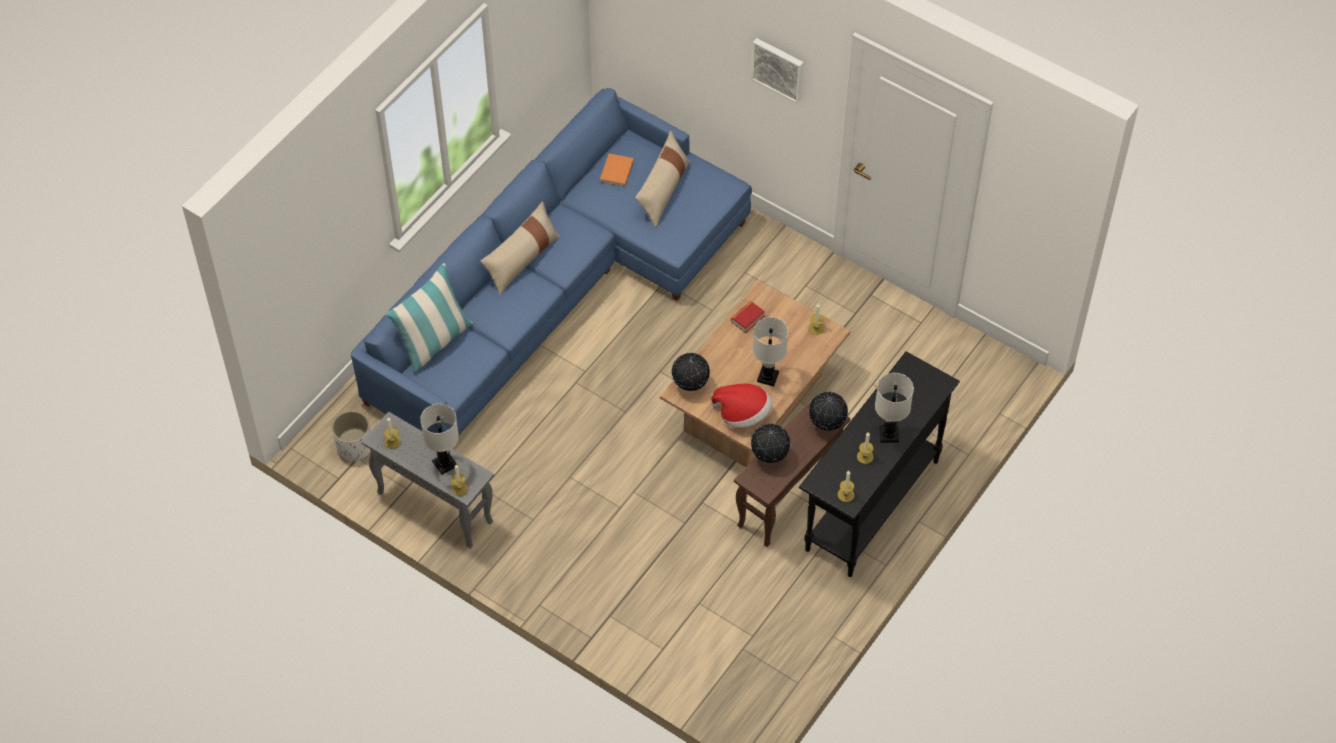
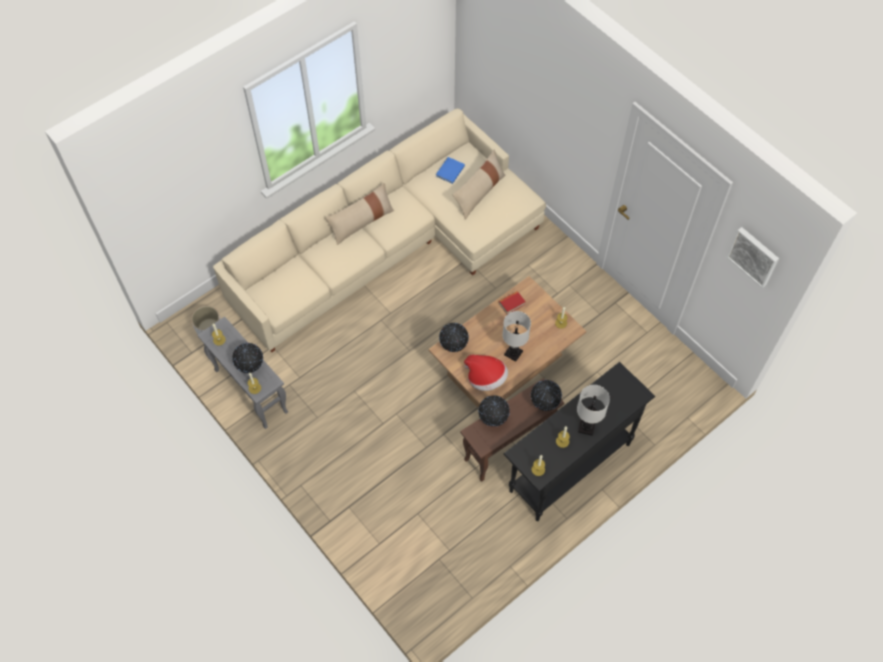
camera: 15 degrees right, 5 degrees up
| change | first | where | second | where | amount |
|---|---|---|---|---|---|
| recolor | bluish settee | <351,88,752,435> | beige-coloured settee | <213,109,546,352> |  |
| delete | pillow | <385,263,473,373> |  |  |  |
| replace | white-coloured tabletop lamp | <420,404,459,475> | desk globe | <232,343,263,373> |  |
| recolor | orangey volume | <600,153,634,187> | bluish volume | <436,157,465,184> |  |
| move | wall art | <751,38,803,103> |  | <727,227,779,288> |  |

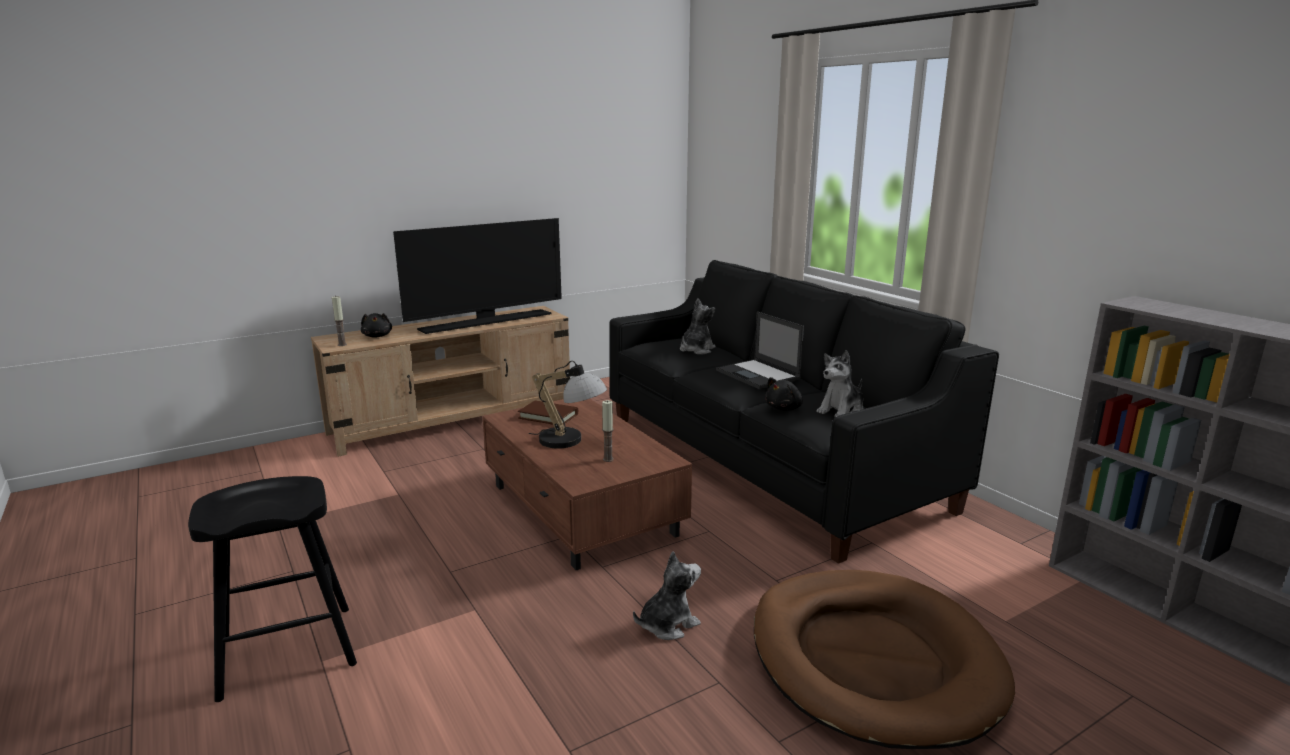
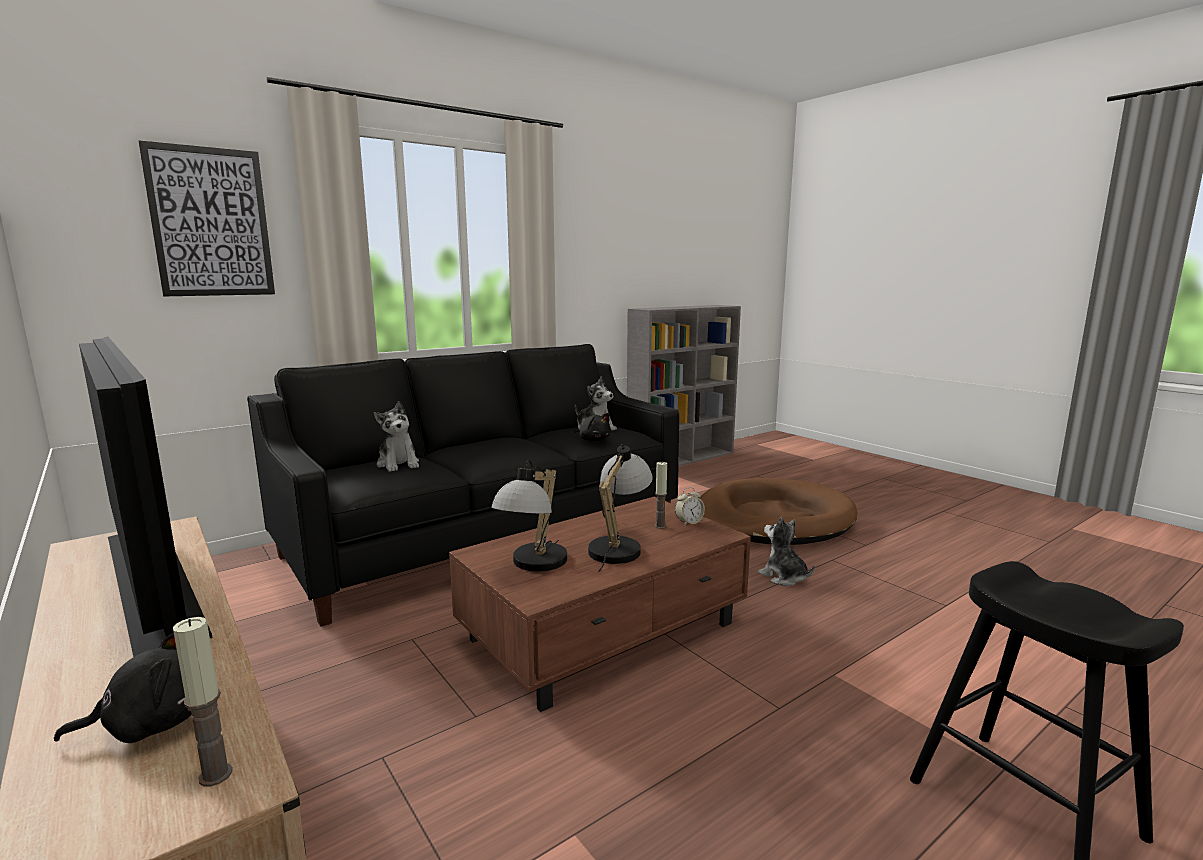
camera: 95 degrees left, 5 degrees down
| change | first | where | second | where | amount |
|---|---|---|---|---|---|
| replace | brown-coloured volume | <518,401,578,425> | tabletop lamp | <491,460,567,572> |  |
| rotate | plush toy | <680,298,715,355> |  | <374,401,419,472> | 150 degrees counterclockwise |
| delete | laptop | <716,311,804,389> |  |  |  |
| insert |  |  | wall art | <138,140,275,296> |  |
| insert |  |  | bedside clock | <675,487,705,526> |  |

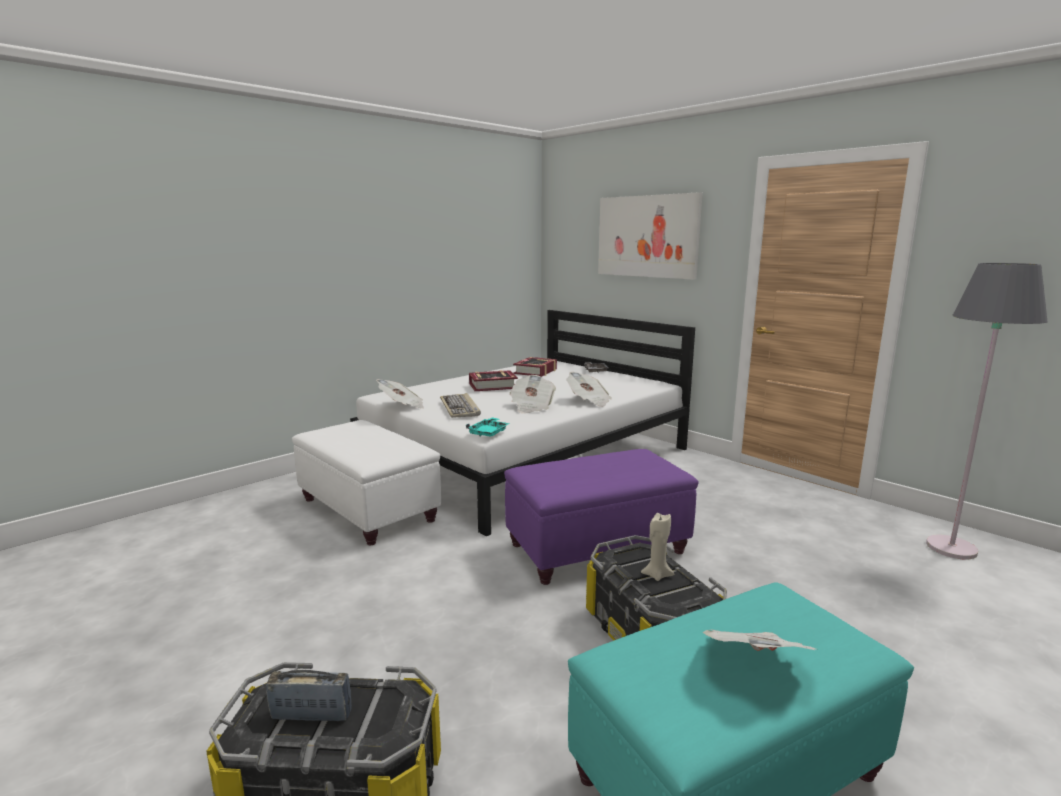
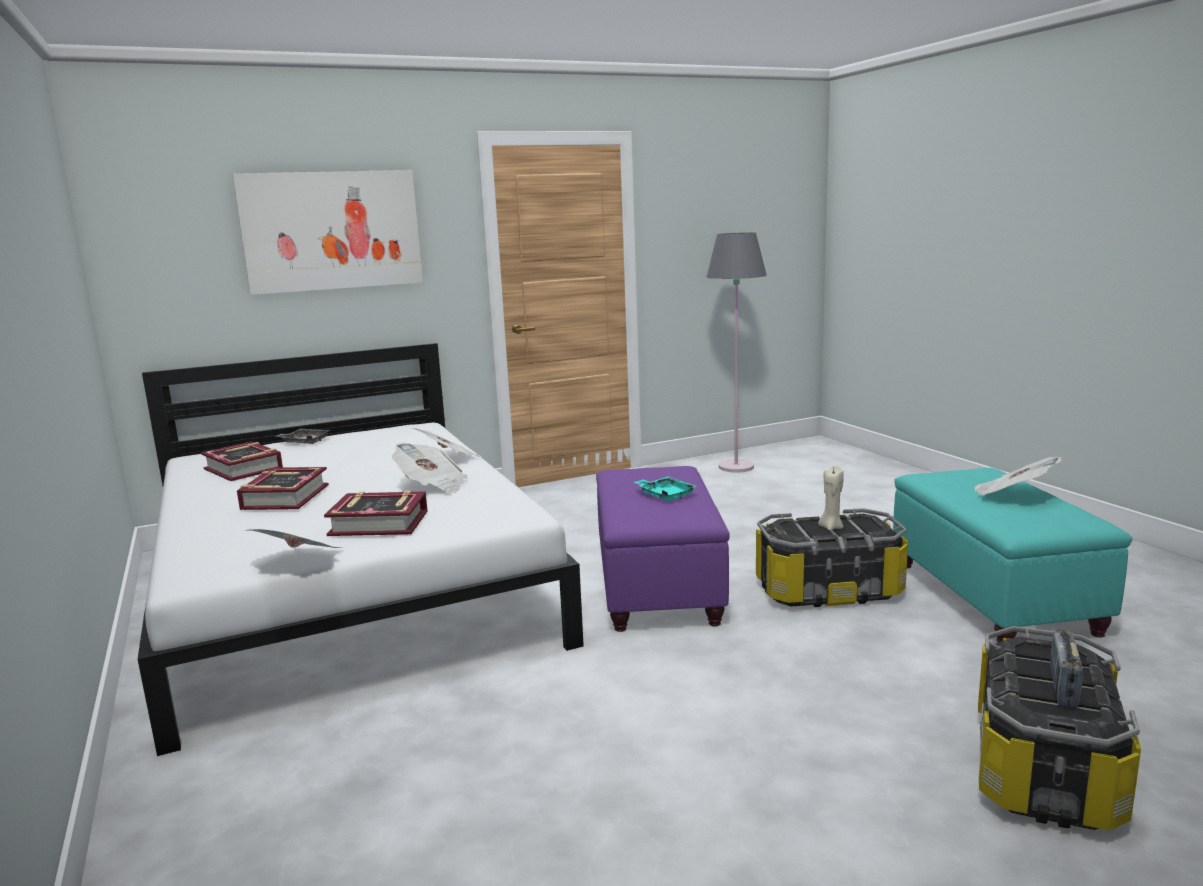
camera: 70 degrees left, 0 degrees up
| change | first | where | second | where | amount |
|---|---|---|---|---|---|
| delete | white-coloured ottoman | <292,420,441,545> |  |  |  |
| replace | computer keyboard | <440,393,481,418> | volume | <324,490,428,536> |  |
| move | turquoise-coloured carrying tray | <466,417,510,437> |  | <634,476,697,501> |  |

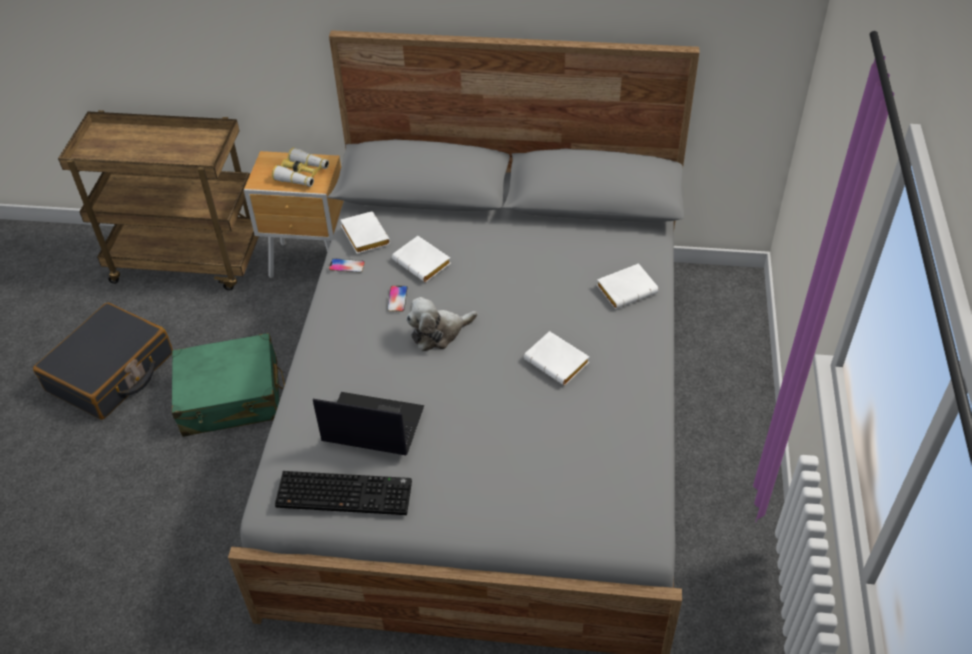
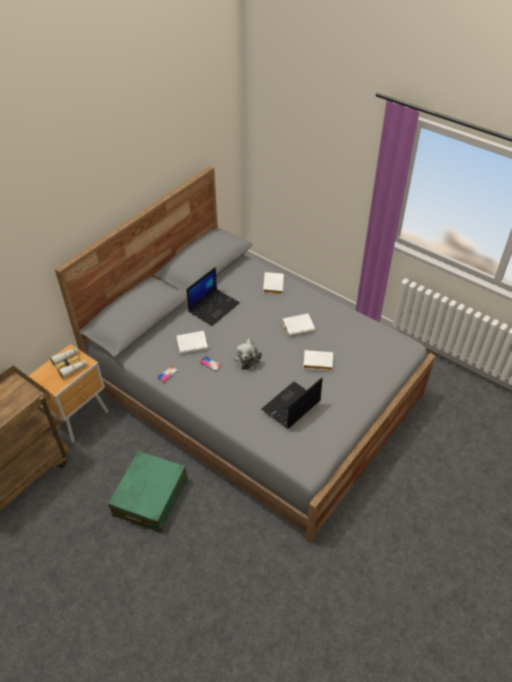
camera: 60 degrees left, 0 degrees up
| change | first | where | second | where | amount |
|---|---|---|---|---|---|
| delete | blackish travel case | <33,302,173,420> |  |  |  |
| delete | computer keyboard | <275,471,412,515> |  |  |  |
| move | white-coloured volume | <341,211,390,254> |  | <303,350,333,371> |  |
| insert |  |  | laptop | <186,267,240,326> |  |

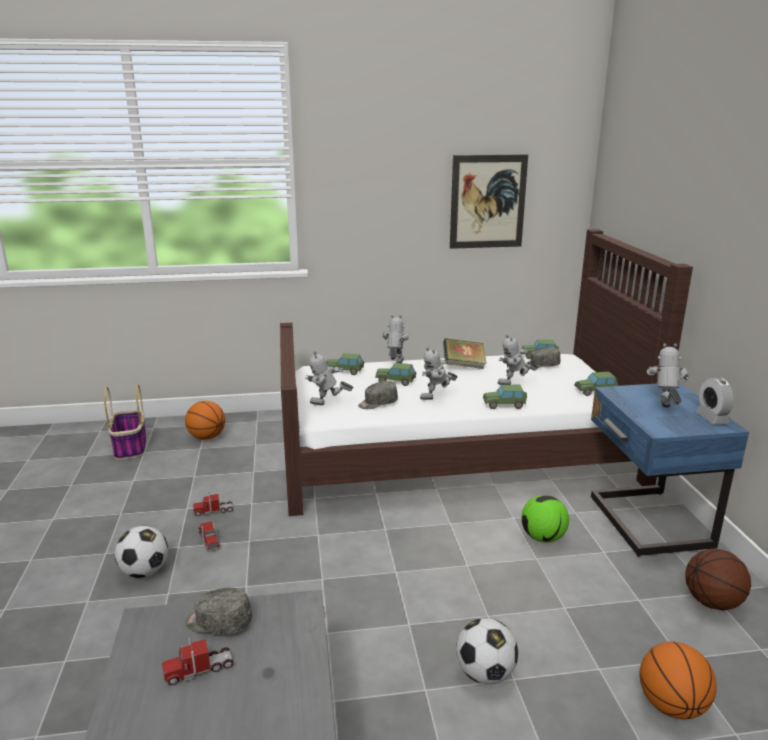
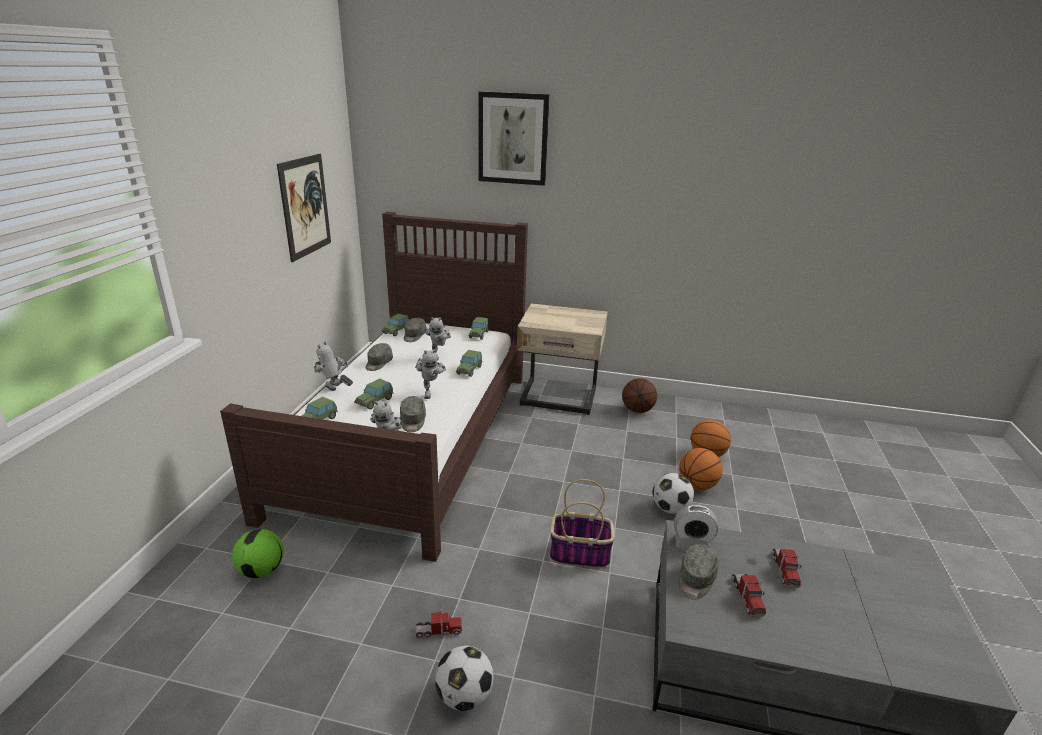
camera: 70 degrees left, 5 degrees up
| change | first | where | second | where | amount |
|---|---|---|---|---|---|
| move | storage basket | <104,384,146,460> |  | <550,479,615,568> |  |
| move | basketball | <185,401,225,440> |  | <679,448,723,490> |  |
| move | toy truck | <193,492,233,516> |  | <772,549,802,588> |  |
| replace | volume | <443,338,487,369> | greyish peaked cap | <366,343,393,371> |  |
| move | football ball | <521,495,569,543> |  | <232,529,284,578> |  |
| recolor | bluish bedside table | <591,384,749,557> | beige-coloured bedside table | <517,303,608,415> |  |
| delete | toy robot | <647,343,688,408> |  |  |  |
| move | bedside clock | <695,377,734,425> |  | <675,505,718,549> |  |
| insert |  |  | wall art | <478,92,550,186> |  |

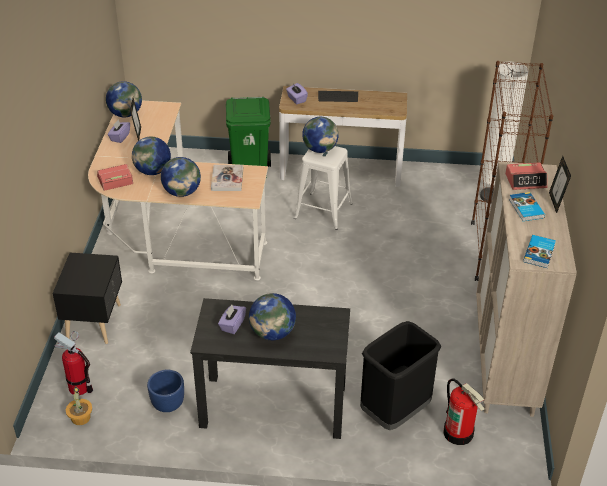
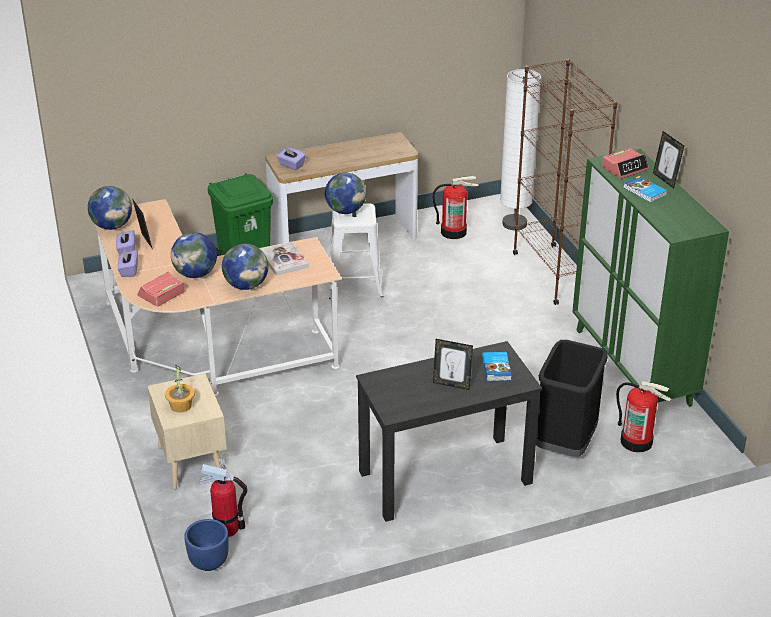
camera: 25 degrees left, 5 degrees down
| change | first | where | second | where | amount |
|---|---|---|---|---|---|
| recolor | blackish bedside table | <53,253,122,344> | beige-coloured bedside table | <147,373,227,490> |  |
| move | plant in a pot | <66,386,92,425> |  | <165,364,195,413> |  |
| move | bluish flower pot | <147,370,184,412> |  | <184,519,229,571> |  |
| move | purple-coloured tissue box | <218,305,246,334> |  | <118,250,138,277> |  |
| replace | desk globe | <249,293,296,340> | picture frame | <433,339,473,390> |  |
| delete | computer keyboard | <318,91,358,102> |  |  |  |
| recolor | beige-coloured storage cabinet | <476,162,577,417> | greenish storage cabinet | <572,149,729,407> |  |
| move | volume | <523,235,556,268> |  | <482,352,512,381> |  |
| insert |  |  | fire-fighting cylinder | <432,176,479,239> |  |

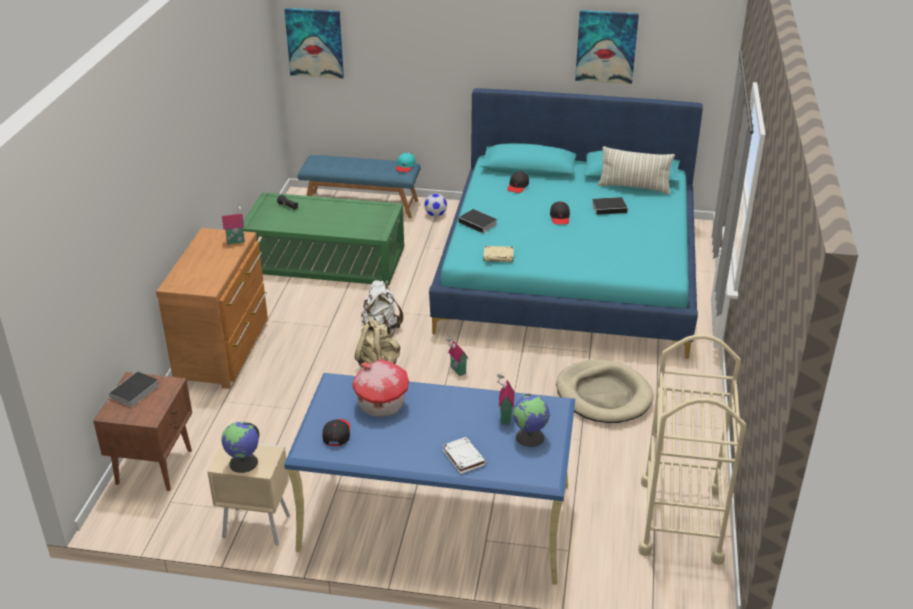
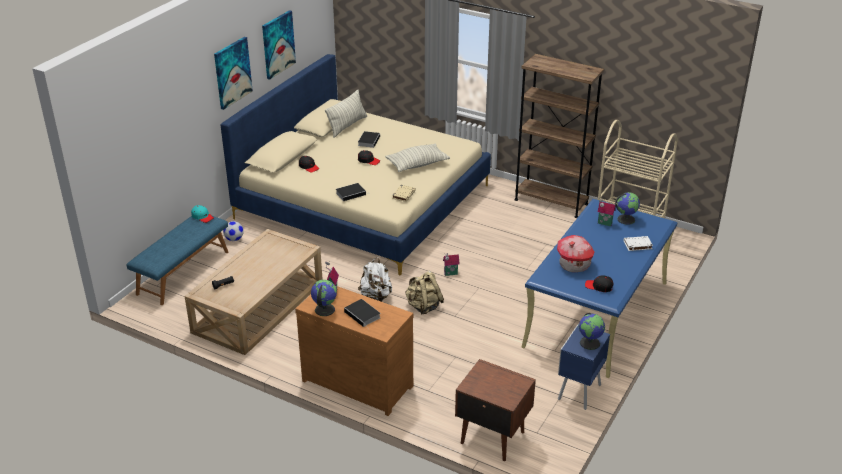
camera: 70 degrees left, 0 degrees up
| change | first | where | second | where | amount |
|---|---|---|---|---|---|
| move | volume | <106,371,159,407> |  | <344,299,381,329> |  |
| recolor | beige-coloured bedside table | <207,443,290,545> | bluish bedside table | <558,324,610,410> |  |
| recolor | greenish low table | <243,192,404,286> | beige-coloured low table | <184,229,323,355> |  |
| move | wall art | <284,8,344,79> |  | <214,37,253,110> |  |
| recolor | turquoise-coloured bed | <429,88,703,359> | beige-coloured bed | <221,54,491,275> |  |
| delete | beige-coloured pet bed | <556,359,654,423> |  |  |  |
| insert |  |  | desk globe | <311,280,337,316> |  |
| insert |  |  | pillow | <385,144,450,172> |  |
| insert |  |  | brown-coloured bookshelf | <514,54,604,218> |  |

